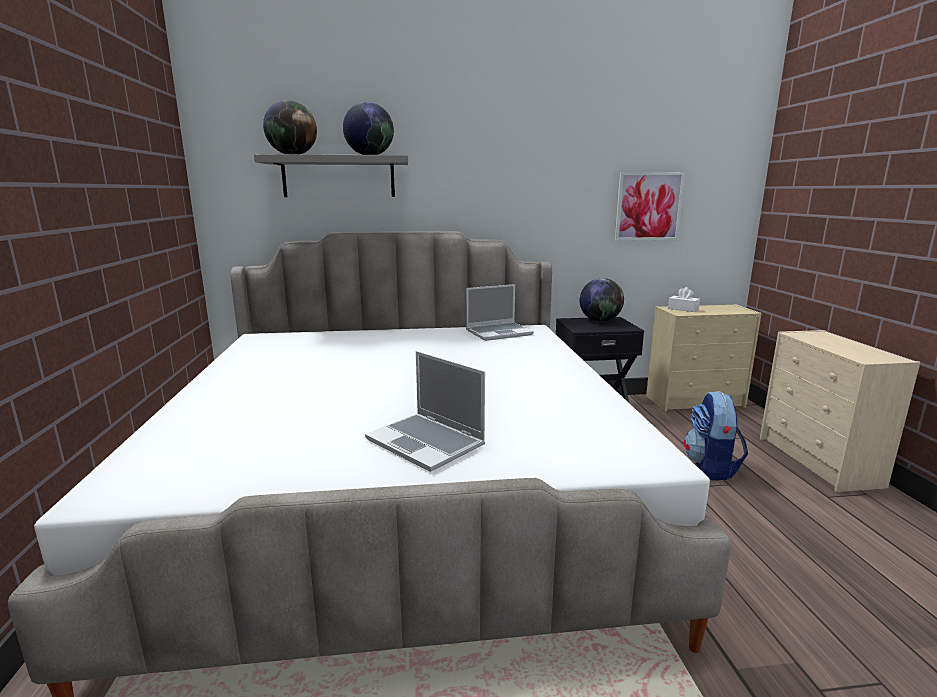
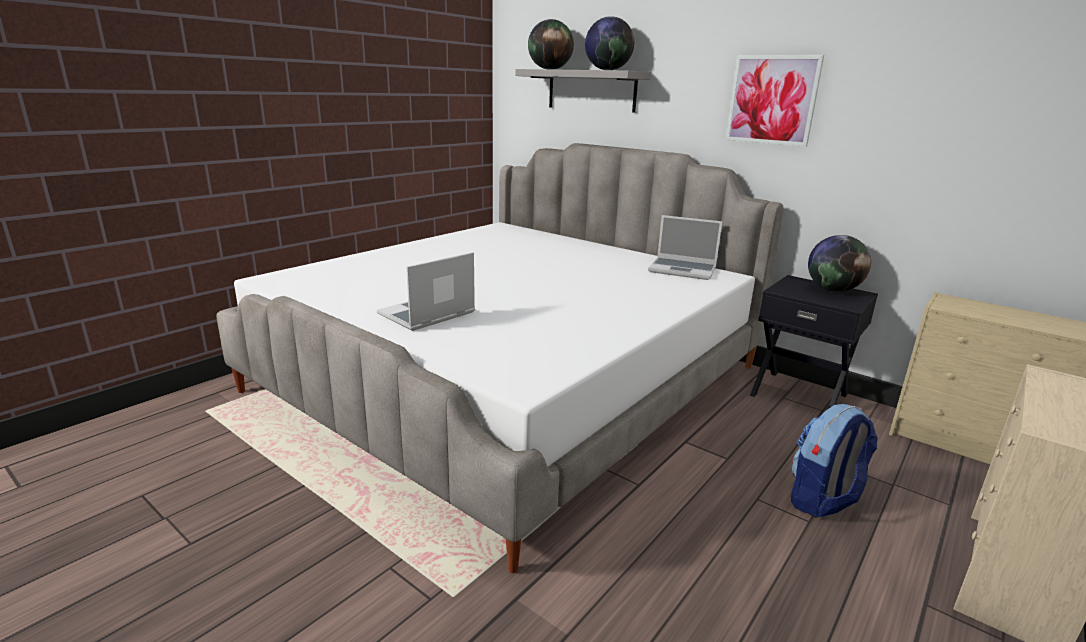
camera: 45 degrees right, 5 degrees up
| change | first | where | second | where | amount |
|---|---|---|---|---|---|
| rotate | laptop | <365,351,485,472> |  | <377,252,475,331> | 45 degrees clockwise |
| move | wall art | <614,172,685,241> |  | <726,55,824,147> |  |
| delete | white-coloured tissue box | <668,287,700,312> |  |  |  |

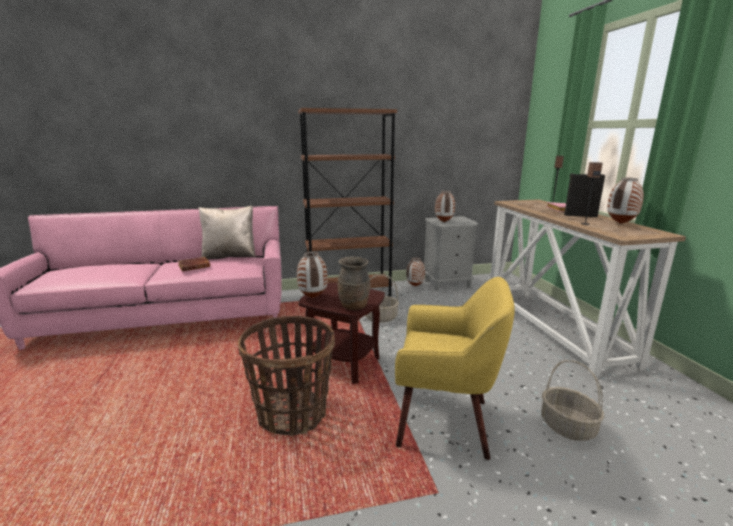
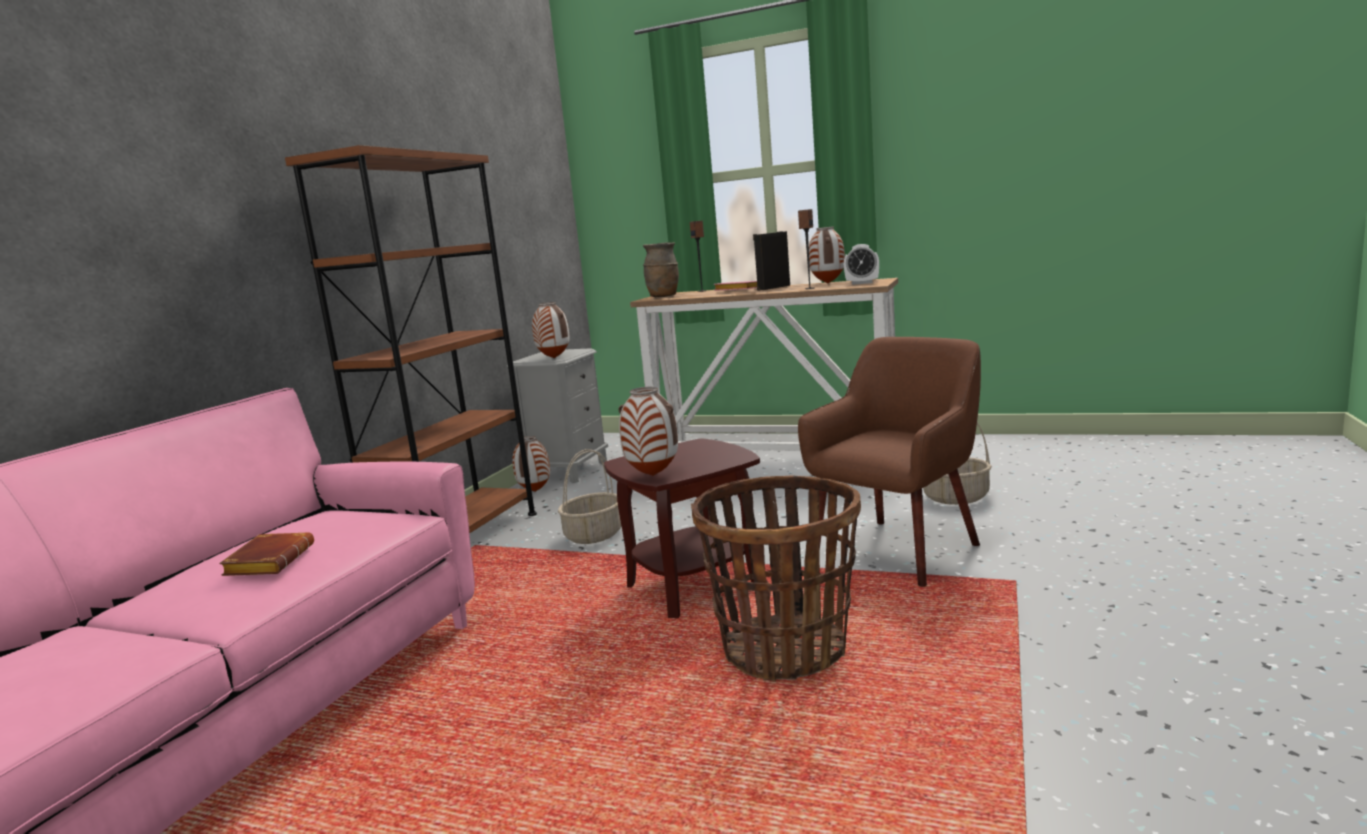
camera: 55 degrees left, 5 degrees down
| change | first | where | second | where | amount |
|---|---|---|---|---|---|
| delete | beige-coloured pillow | <198,206,256,259> |  |  |  |
| move | brown-coloured vase | <338,257,370,310> |  | <643,242,679,297> |  |
| recolor | yellowish easy chair | <395,277,515,460> | brown-coloured easy chair | <798,337,981,587> |  |
| insert |  |  | bedside clock | <844,244,879,285> |  |

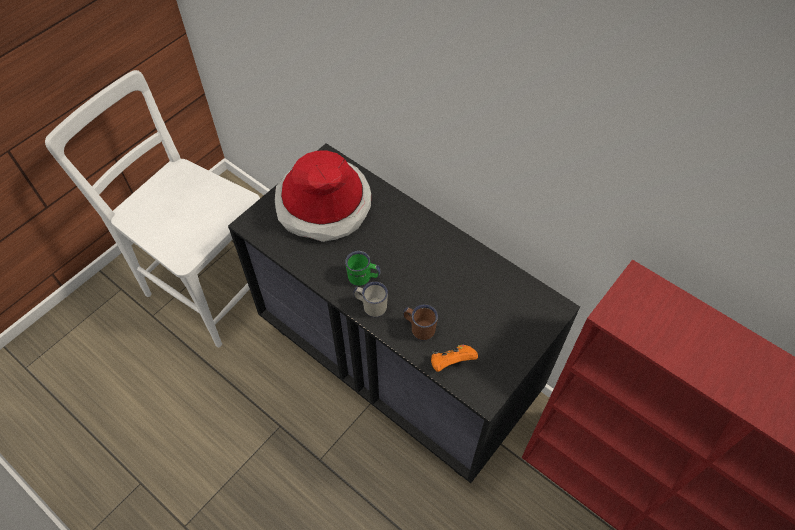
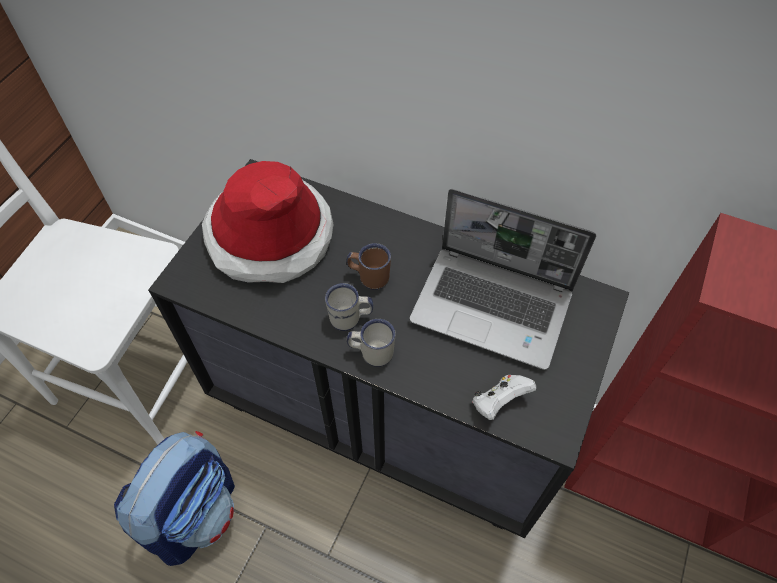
camera: 15 degrees left, 0 degrees up
| change | first | where | second | where | amount |
|---|---|---|---|---|---|
| recolor | greenish tea mug | <345,251,381,286> | white-coloured tea mug | <325,283,373,331> |  |
| move | brown-coloured tea mug | <403,305,438,341> |  | <346,243,391,290> |  |
| recolor | orangey game controller | <431,345,478,372> | white-coloured game controller | <473,375,536,420> |  |
| insert |  |  | knapsack | <114,431,235,566> |  |
| insert |  |  | laptop | <410,189,596,370> |  |

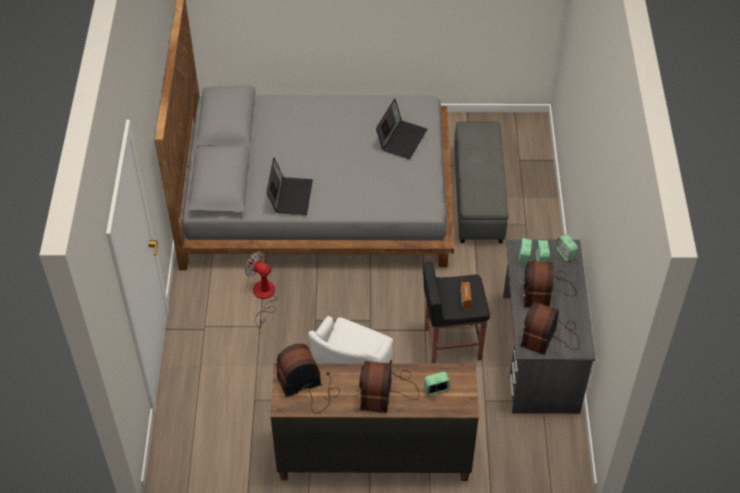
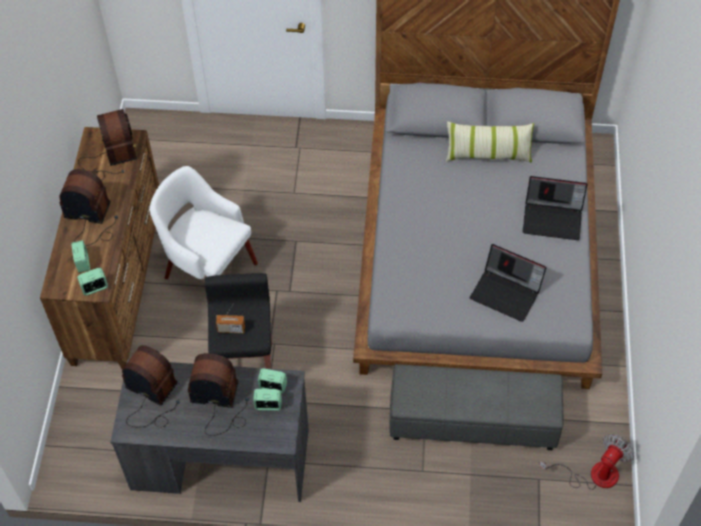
camera: 95 degrees right, 5 degrees up
| change | first | where | second | where | amount |
|---|---|---|---|---|---|
| move | cooling fan | <244,251,277,328> |  | <539,434,634,490> |  |
| move | laptop | <267,157,313,215> |  | <523,176,588,240> |  |
| move | bedside clock | <556,234,578,261> |  | <77,268,108,296> |  |
| insert |  |  | pillow | <446,121,534,163> |  |

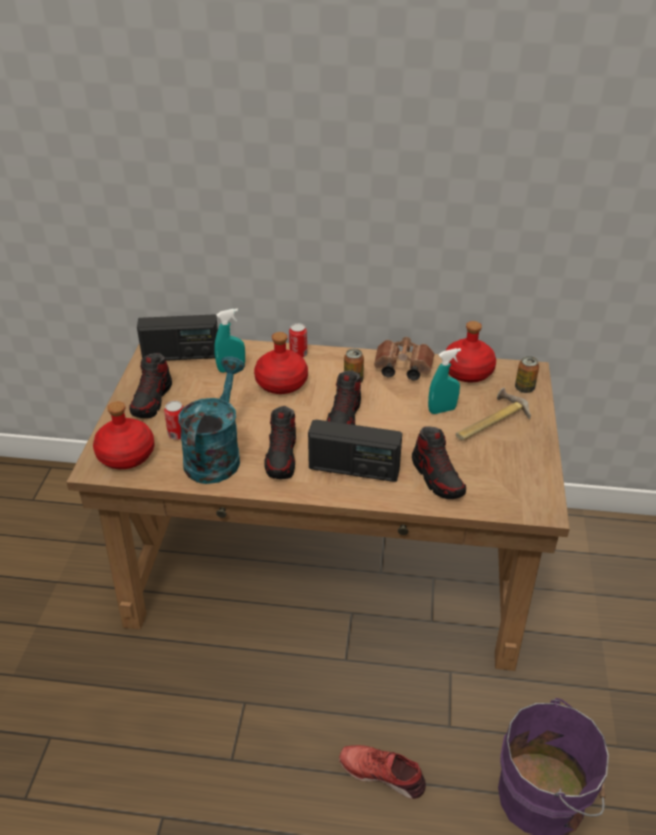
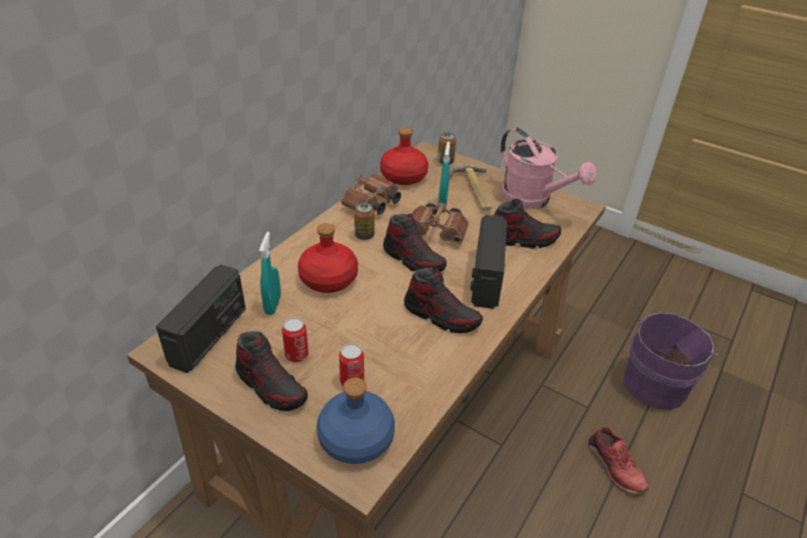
camera: 65 degrees left, 0 degrees up
| change | first | where | second | where | amount |
|---|---|---|---|---|---|
| recolor | red beverage bottle | <93,401,155,469> | bluish beverage bottle | <317,377,395,464> |  |
| delete | turquoise-coloured sprinkling can | <178,356,245,484> |  |  |  |
| move | metal can | <289,323,307,357> |  | <282,317,309,362> |  |
| rotate | radio set | <308,420,402,482> |  | <470,215,507,309> | 150 degrees clockwise |
| rotate | red item of footwear | <339,745,426,799> |  | <588,427,649,494> | 75 degrees counterclockwise |
| insert |  |  | brown-coloured pair of binoculars | <412,203,469,244> |  |
| insert |  |  | pink sprinkling can | <501,127,597,209> |  |

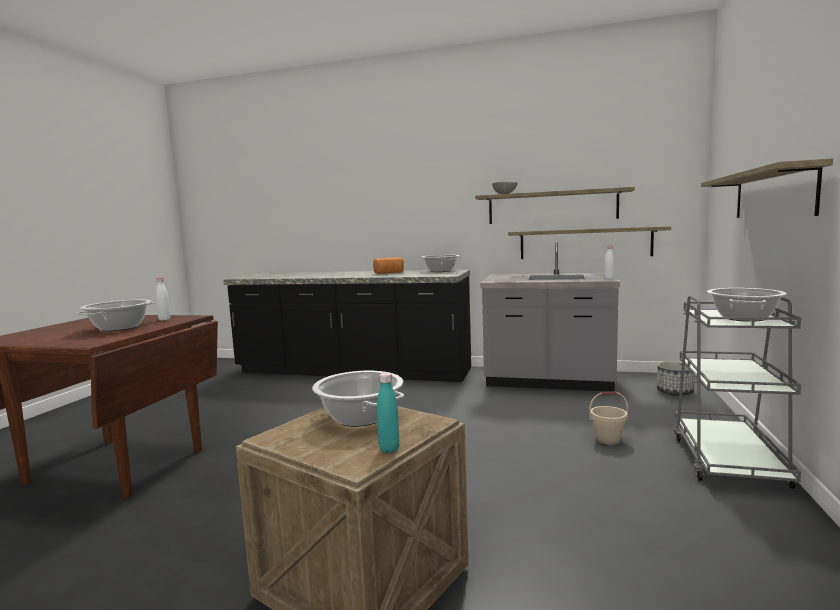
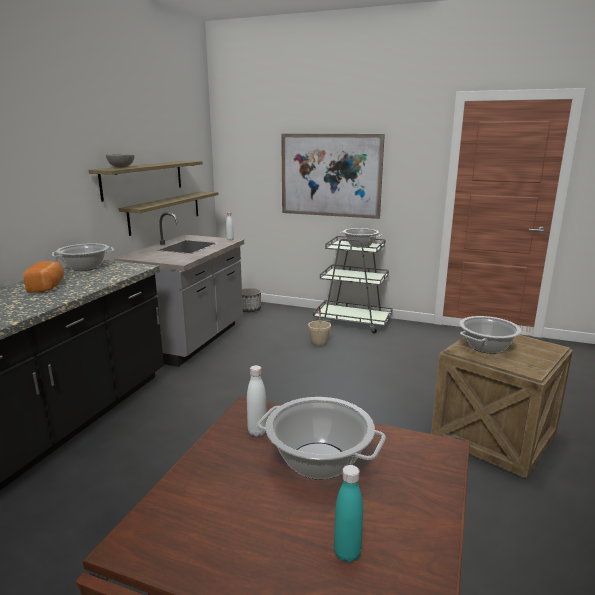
camera: 85 degrees left, 10 degrees up
| change | first | where | second | where | amount |
|---|---|---|---|---|---|
| move | turquoise-coloured beverage bottle | <377,373,400,453> |  | <334,465,363,563> |  |
| replace | wall shelf | <701,158,833,218> | wall art | <281,134,385,219> |  |

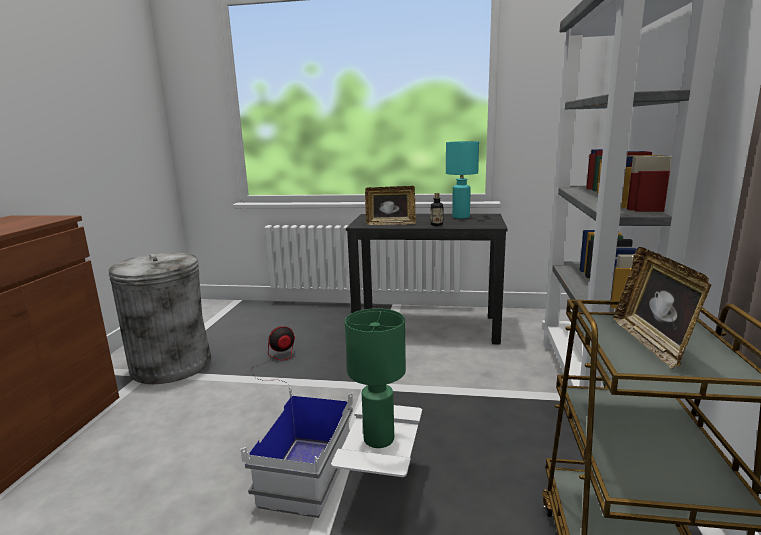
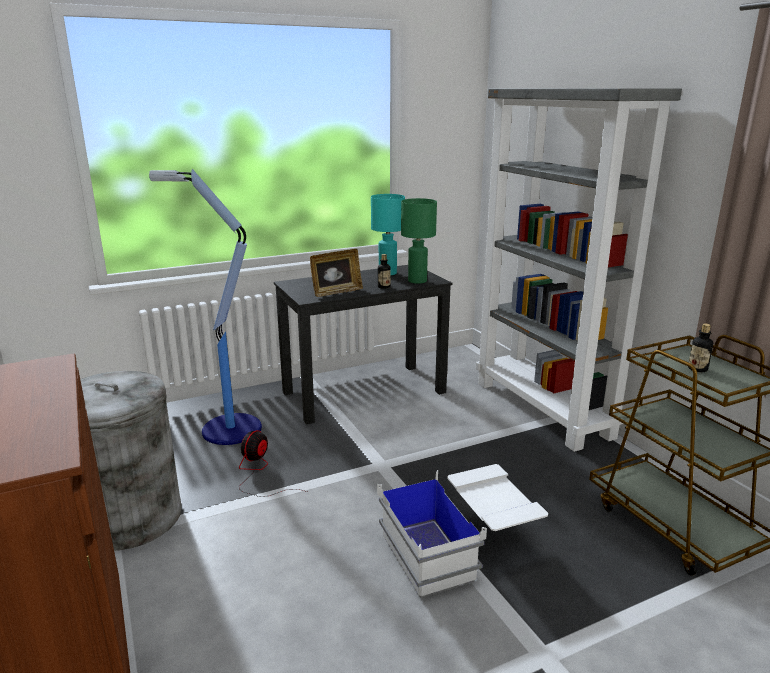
camera: 35 degrees left, 5 degrees up
| change | first | where | second | where | amount |
|---|---|---|---|---|---|
| move | greenish tabletop lamp | <345,308,406,448> |  | <401,198,437,284> |  |
| replace | picture frame | <613,247,711,369> | beverage bottle | <688,323,713,372> |  |
| insert |  |  | standing lamp | <149,169,262,445> |  |

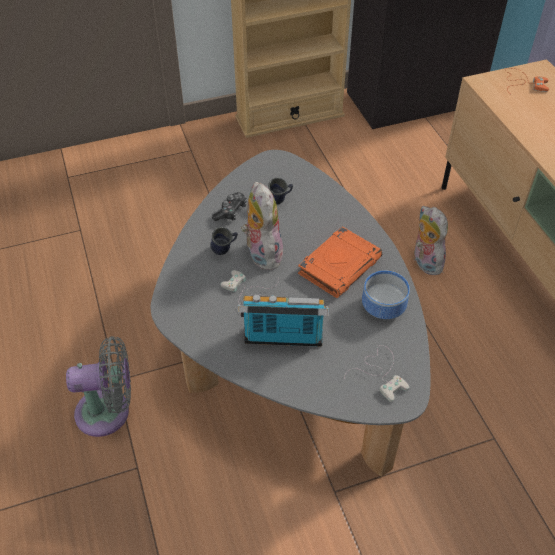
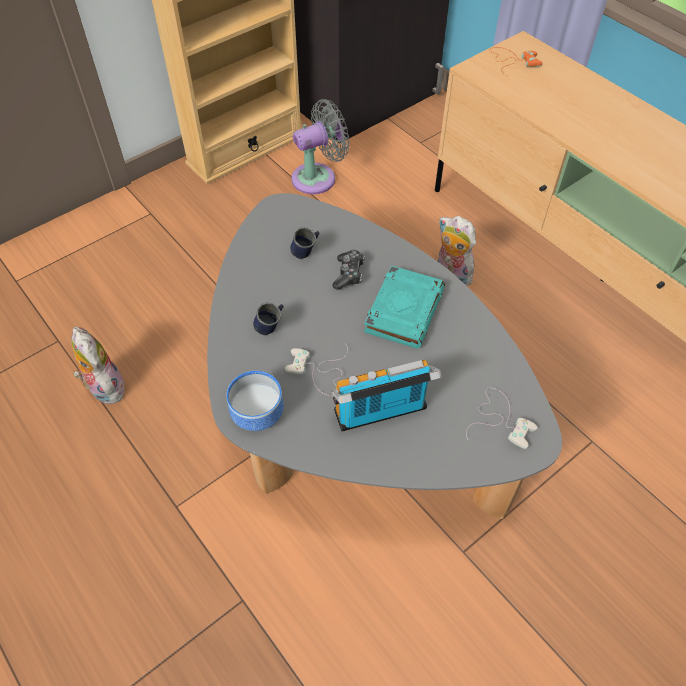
camera: 20 degrees left, 5 degrees up
| change | first | where | second | where | amount |
|---|---|---|---|---|---|
| move | greyish cooling fan | <66,336,131,437> |  | <291,99,350,194> |  |
| move | game controller | <212,192,247,221> |  | <333,250,365,290> |  |
| move | plush toy | <241,182,285,270> |  | <71,327,125,404> |  |
| recolor | orangey volume | <298,226,382,298> | turquoise-coloured volume | <364,266,445,349> |  |
| move | bowl | <362,271,410,319> |  | <227,371,284,431> |  |

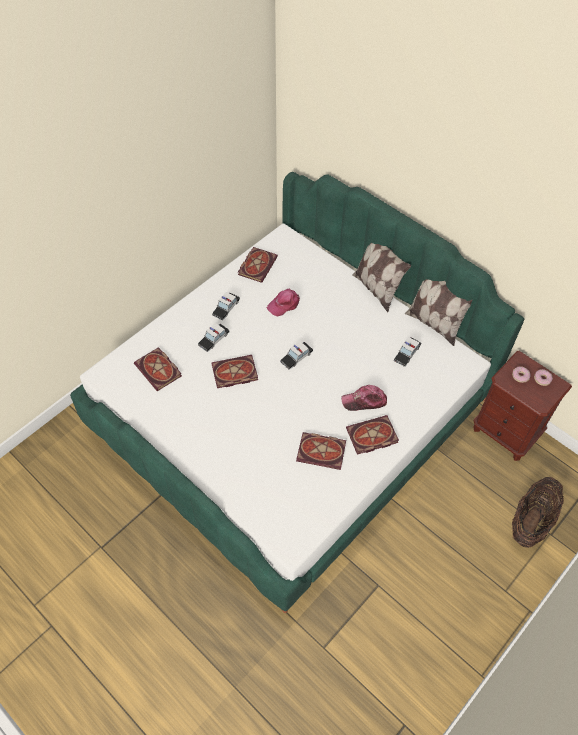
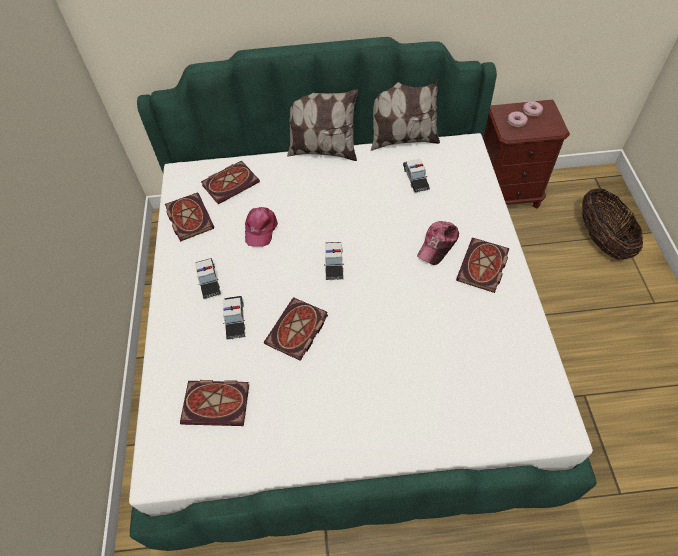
camera: 45 degrees left, 0 degrees up
| change | first | where | second | where | amount |
|---|---|---|---|---|---|
| move | volume | <296,432,346,470> |  | <201,160,260,204> |  |

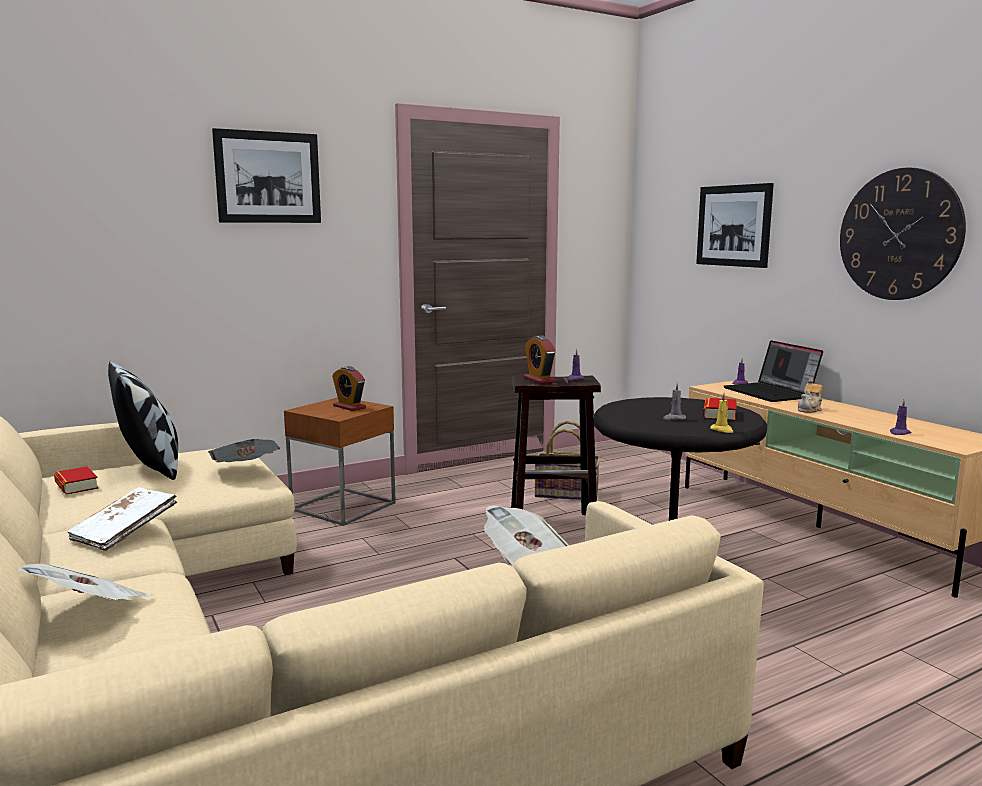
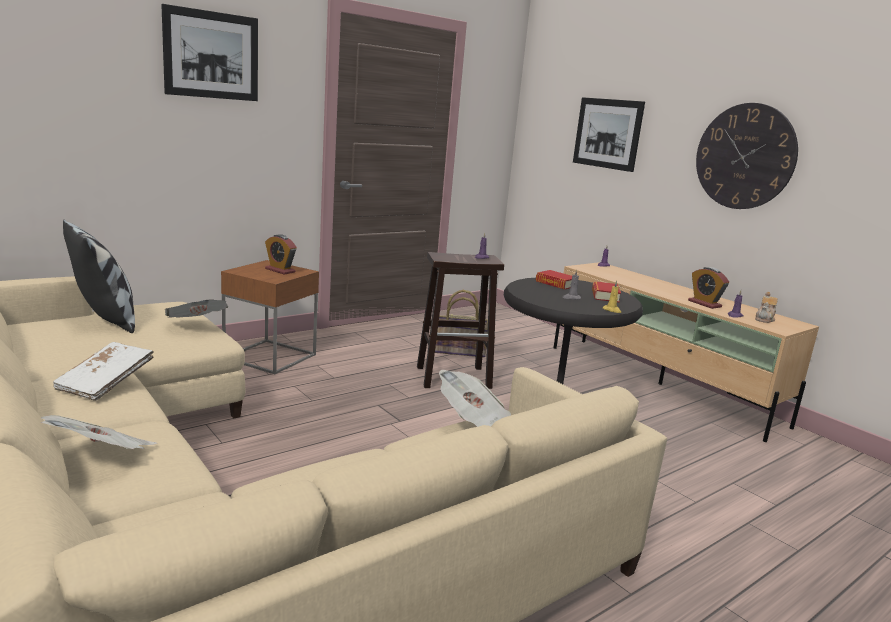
camera: 10 degrees left, 5 degrees up
| change | first | where | second | where | amount |
|---|---|---|---|---|---|
| move | volume | <54,466,99,495> |  | <536,270,572,290> |  |
| move | bedside clock | <524,335,556,384> |  | <688,267,729,309> |  |
| delete | laptop | <724,340,823,402> |  |  |  |
| move | teapot | <798,378,823,413> |  | <755,292,778,323> |  |

